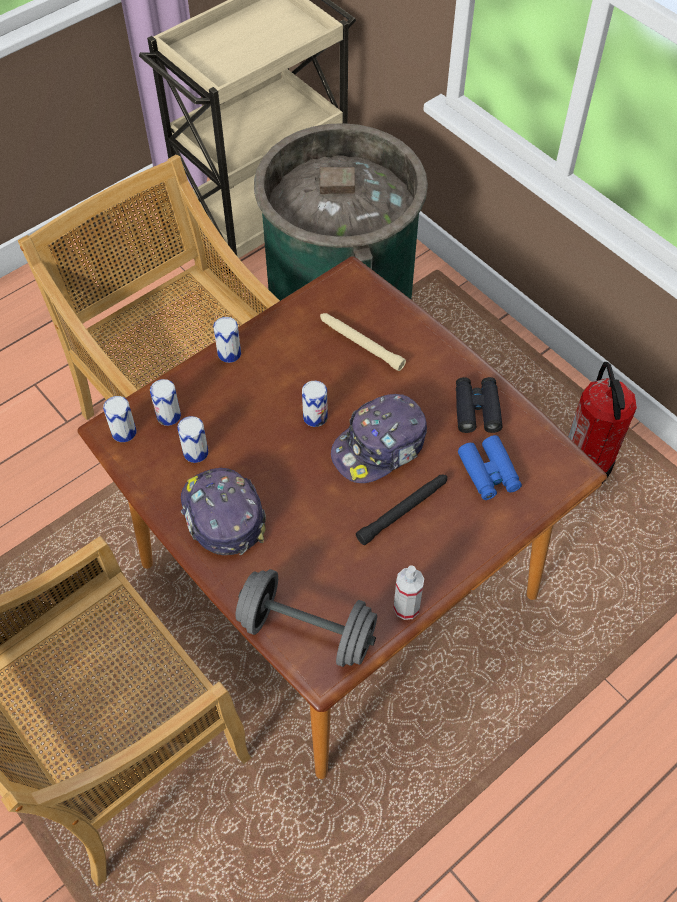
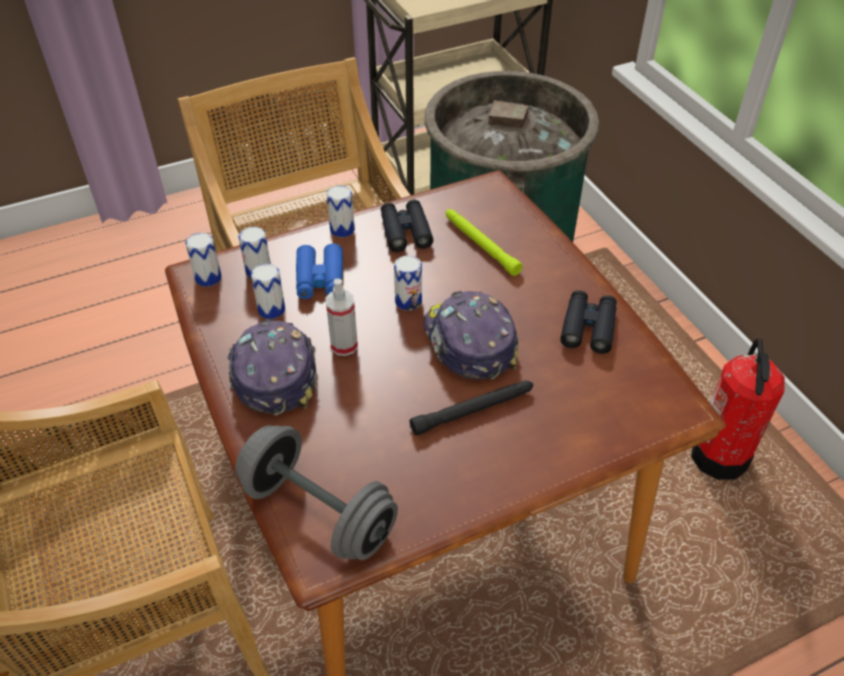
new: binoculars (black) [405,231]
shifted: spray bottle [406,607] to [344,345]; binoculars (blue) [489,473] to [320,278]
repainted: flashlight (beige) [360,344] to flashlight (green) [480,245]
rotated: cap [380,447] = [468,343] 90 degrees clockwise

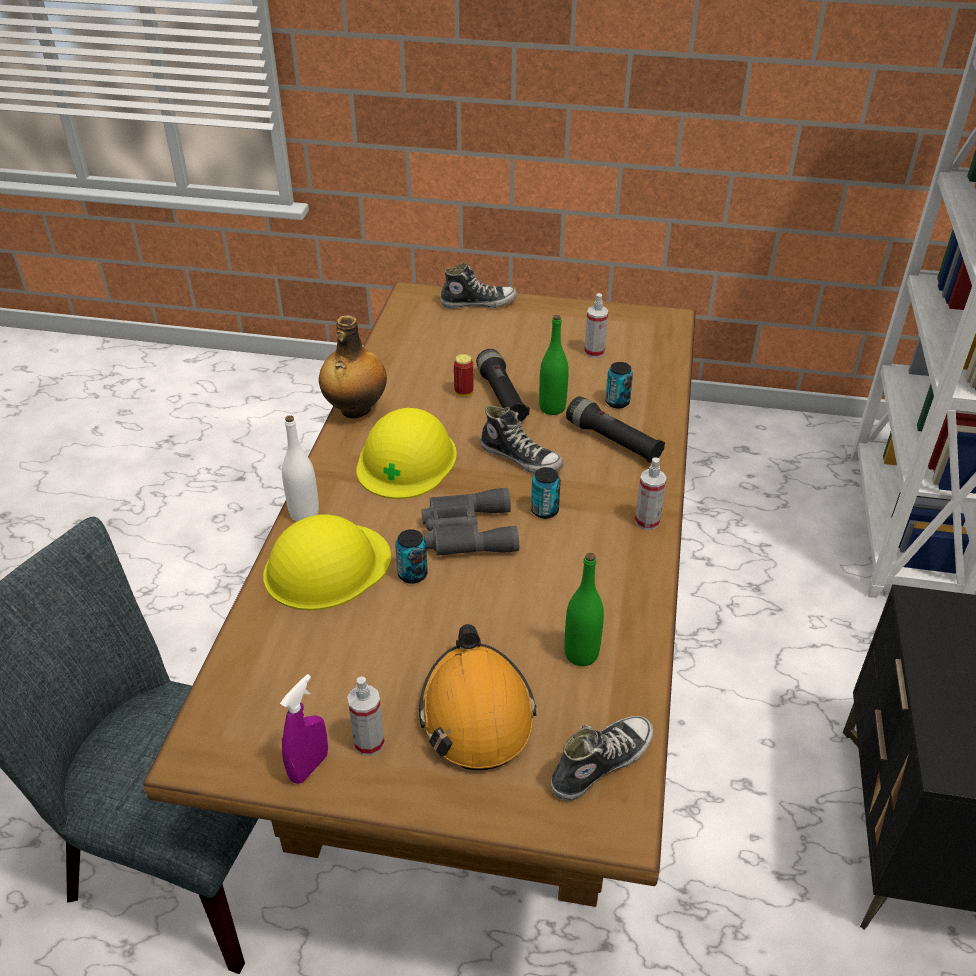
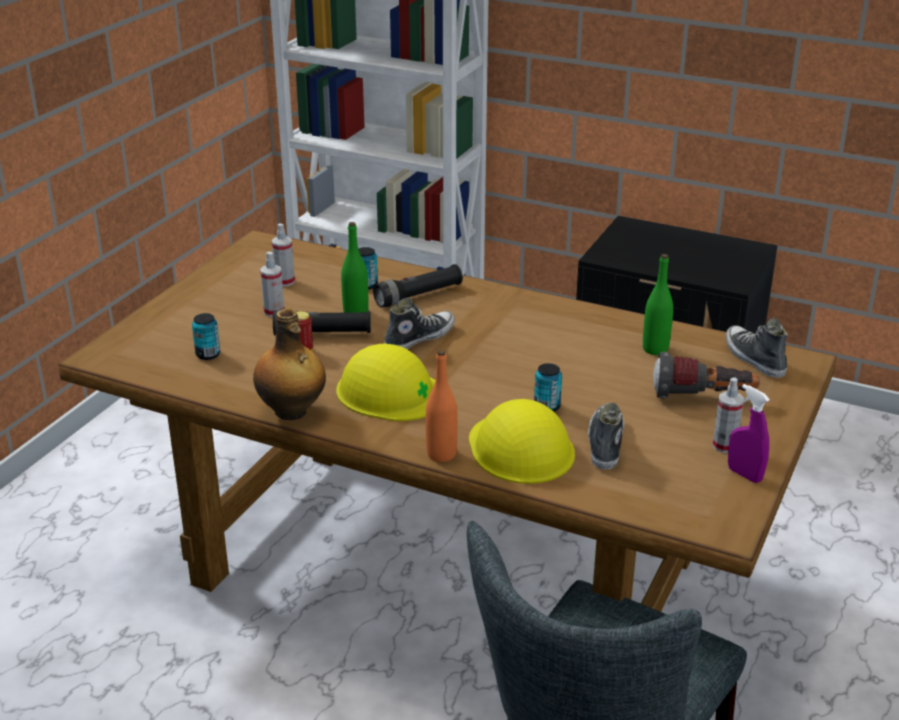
gone: binoculars (grey) [466,531]
shifted: shoe [478,303] to [605,443]; can [544,510] to [208,354]; spray bottle [647,521] to [274,312]
swapped: hard hat (orange) [476,713] to flashlight [703,398]
repainted: bottle (white) [304,513] to bottle (orange) [441,454]

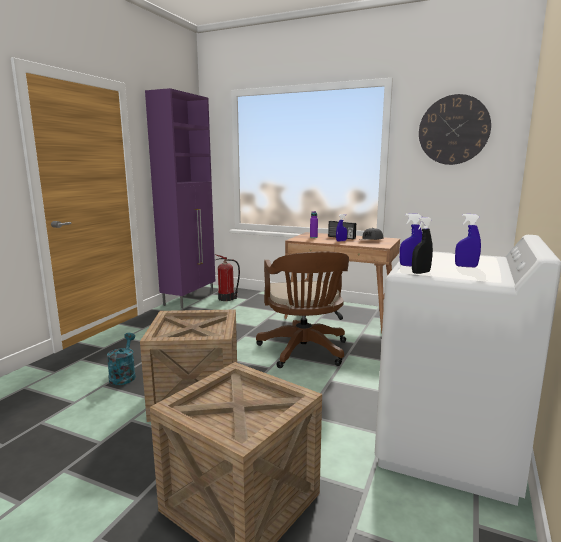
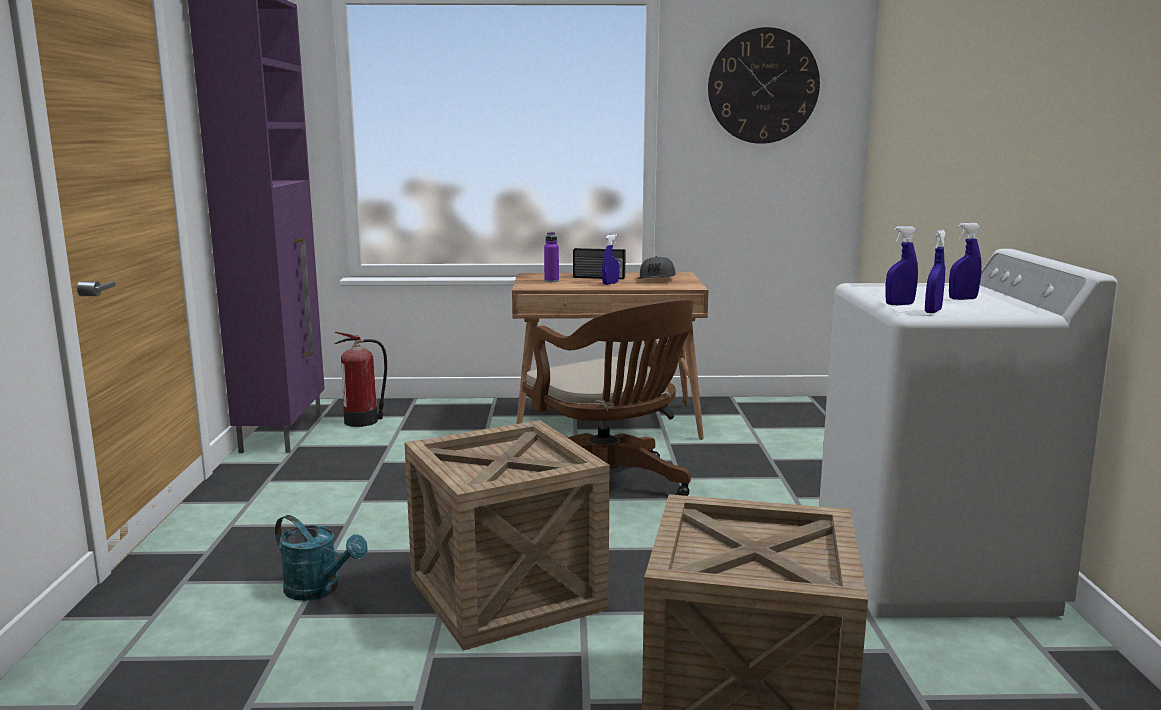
repainted: spray bottle (black) [420,272] to spray bottle (blue) [933,311]
rotated: watering can (turquoise) [123,375] = [319,590] 150 degrees clockwise

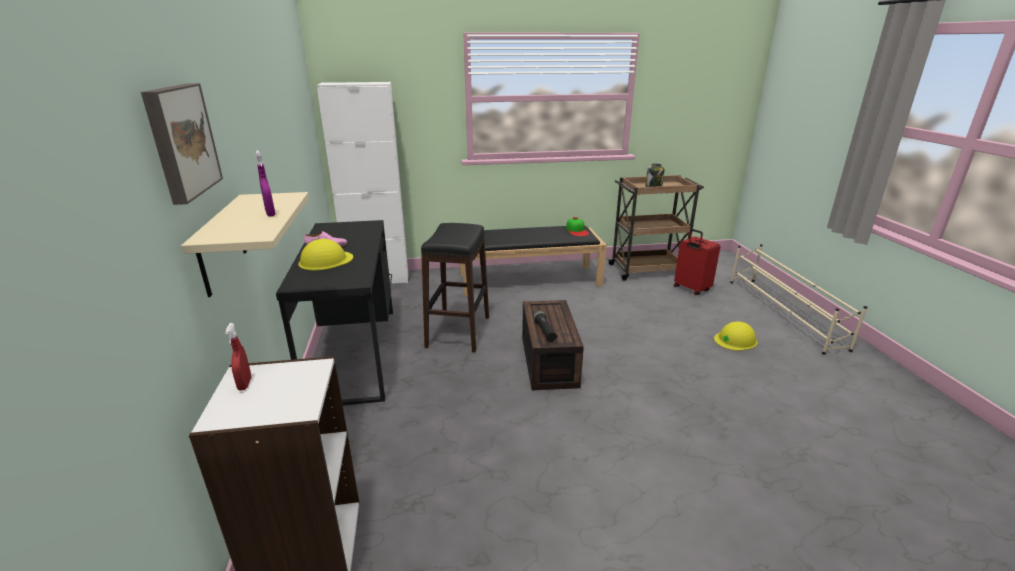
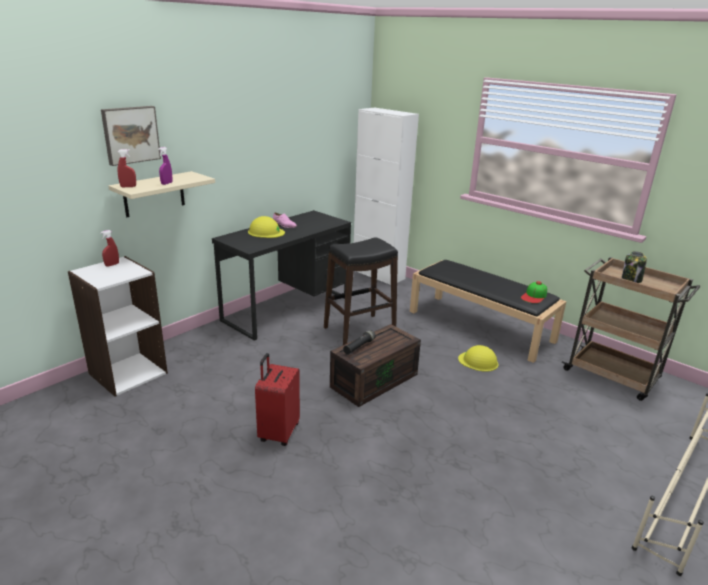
new: spray bottle (red) [128,187]
shifted: suitcase (red) [691,289] to [278,433]; hard hat (yellow) [735,340] to [478,361]

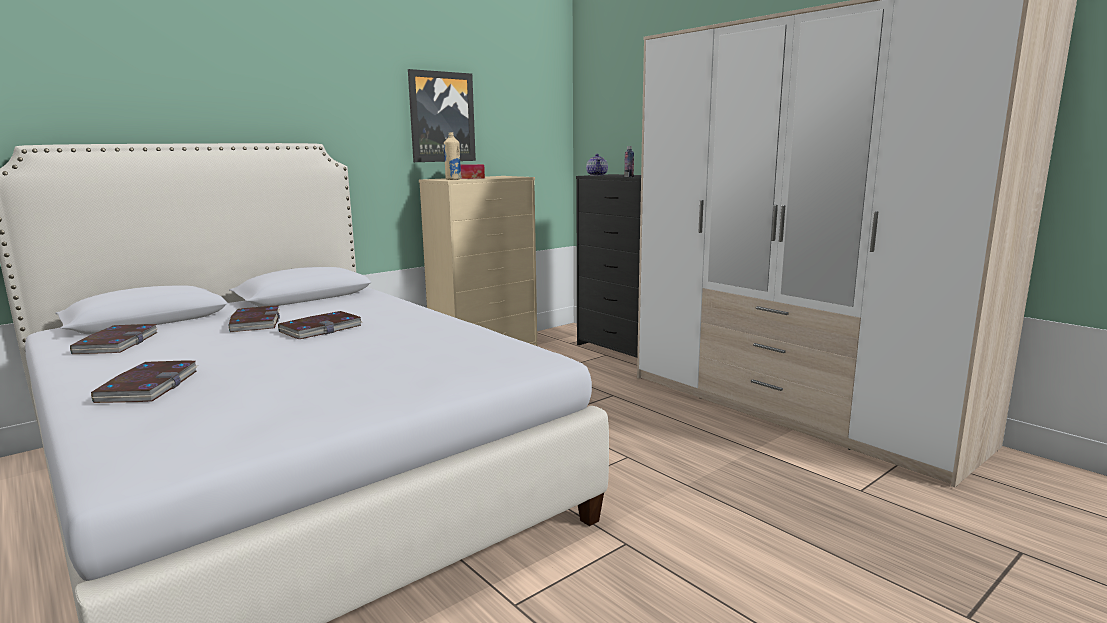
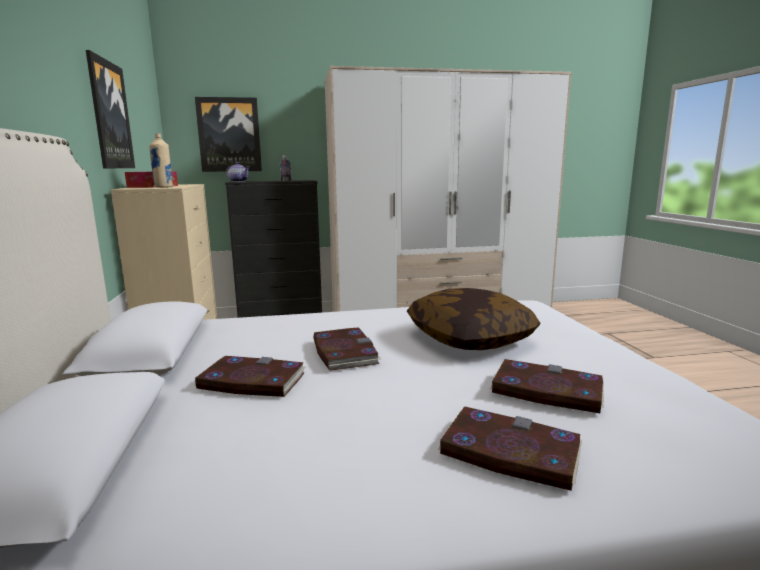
new: picture [229,135]; pillow [469,338]
shifted: book [116,343] to [546,390]

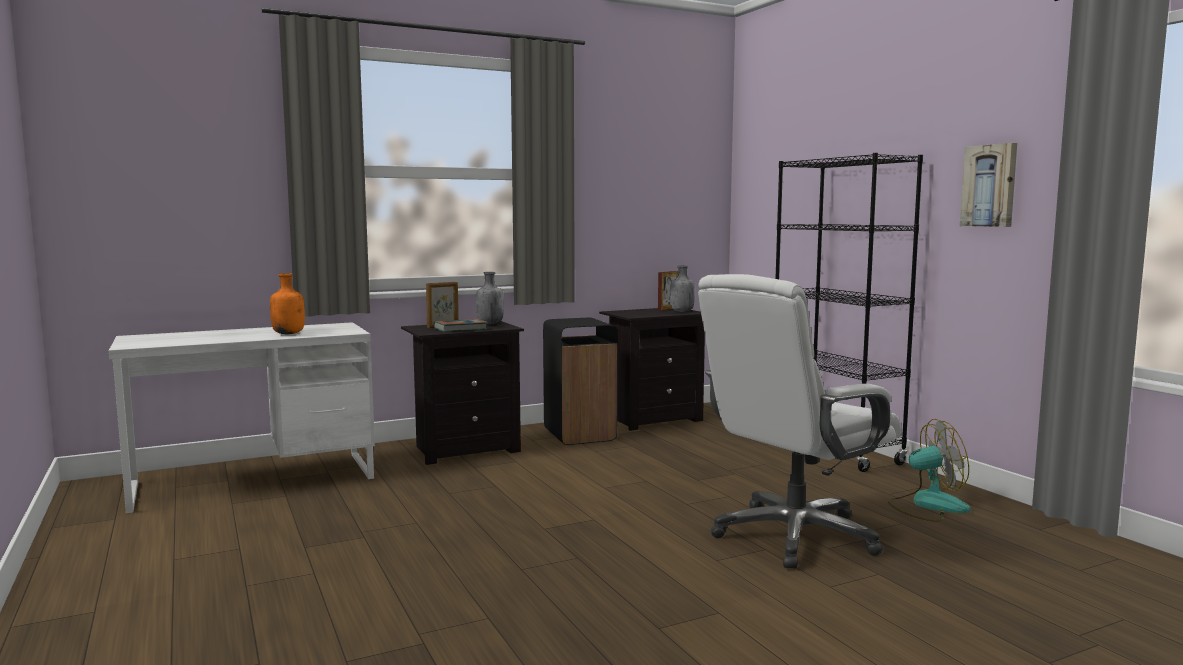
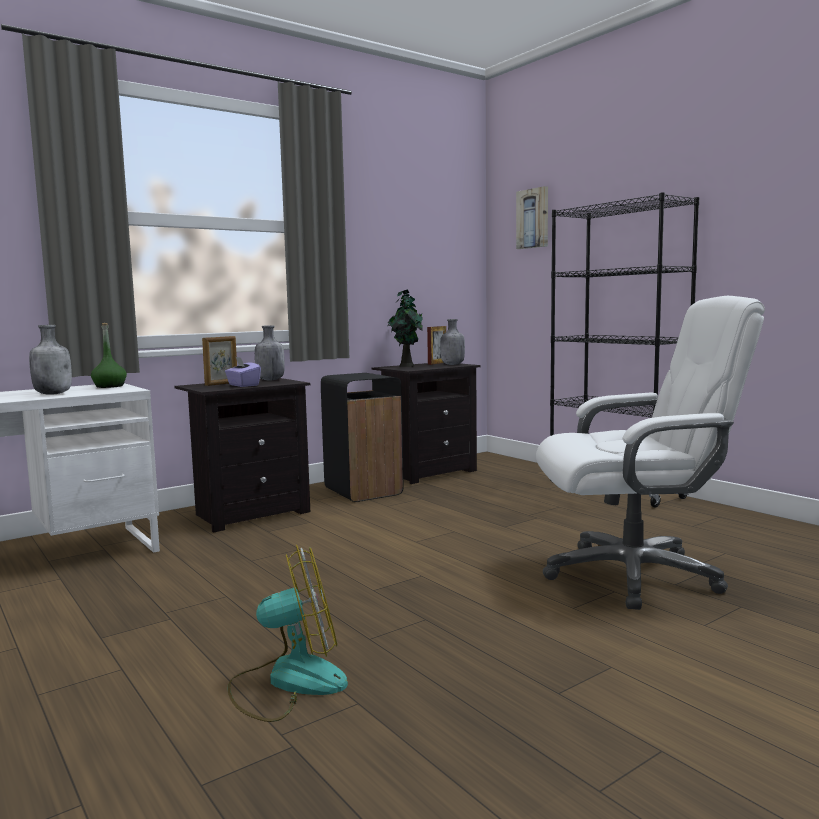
new: bottle (green) [110,386]; potted plant [406,366]
shifted: fan [927,505] to [288,682]; picture [990,186] to [533,218]
swapped: book [460,329] to tissue box (purple) [243,385]
repainted: bottle (orange) [289,333] to bottle (grey) [54,394]
rotated: office chair (white) [794,536] = [633,575] 135 degrees counterclockwise

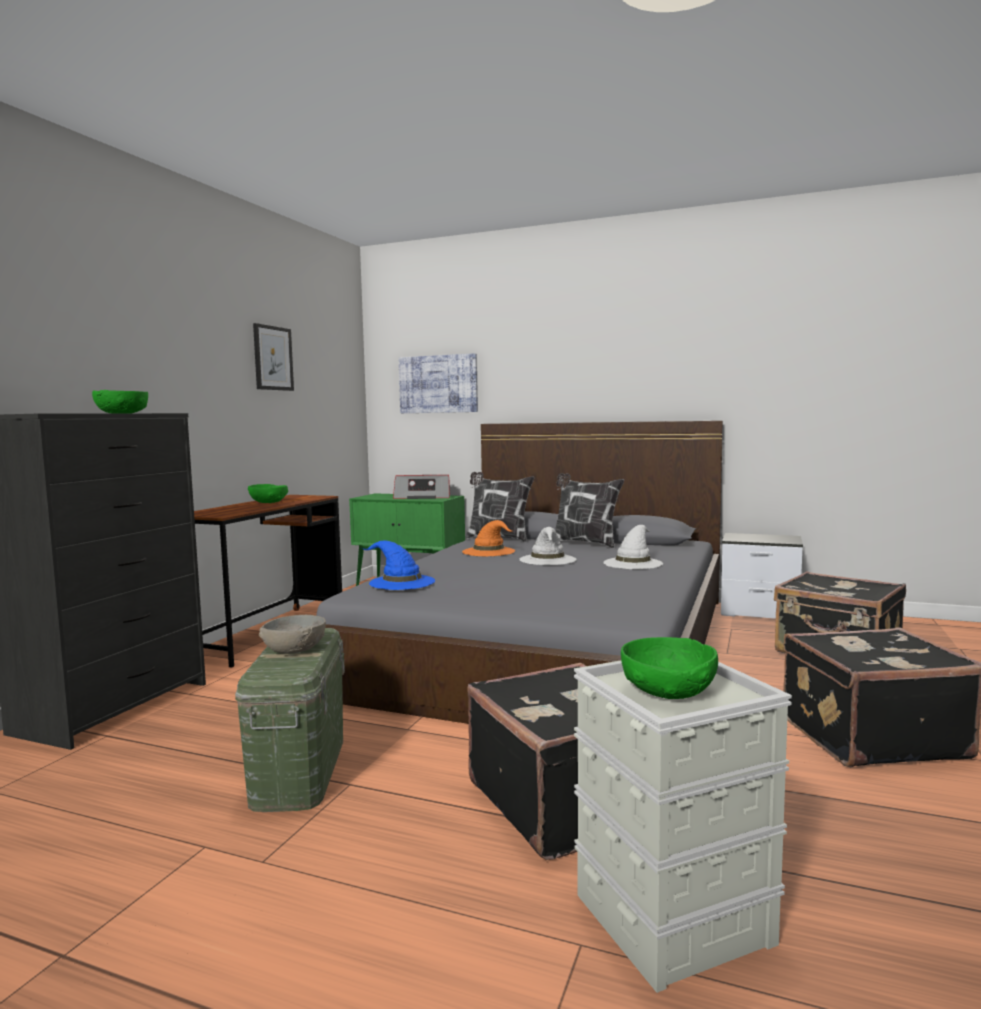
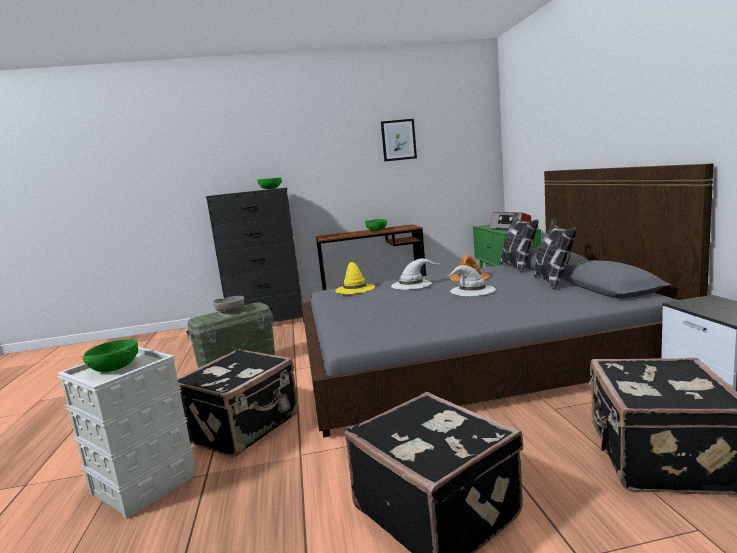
gone: picture [438,384]
shifted: hat (white) [633,563] to [412,284]
repainted: hat (blue) [401,582] to hat (yellow) [354,288]

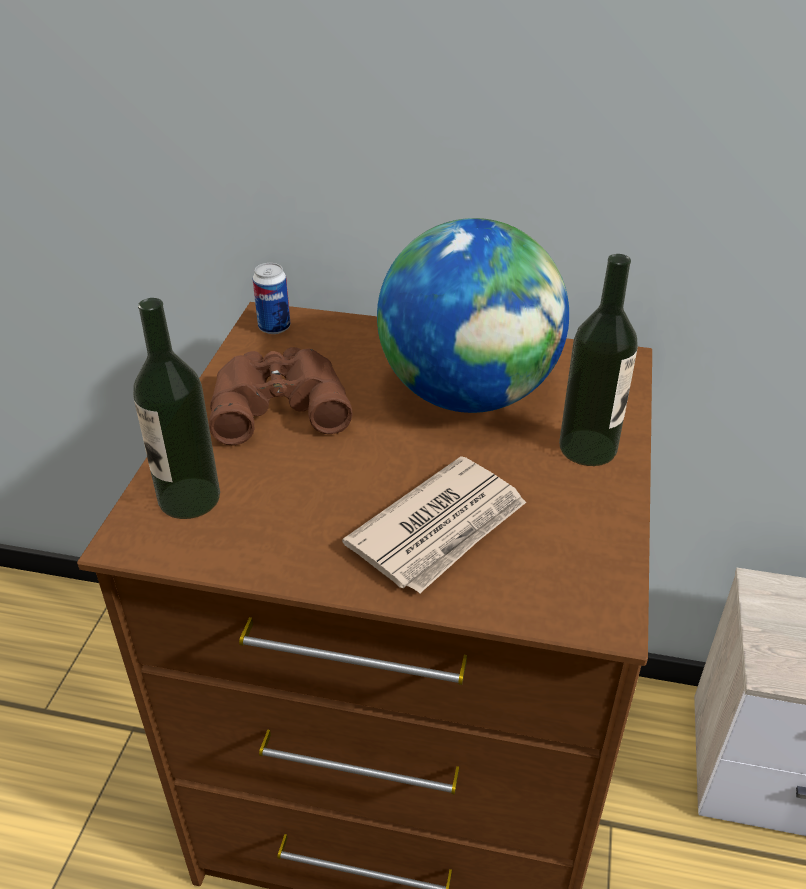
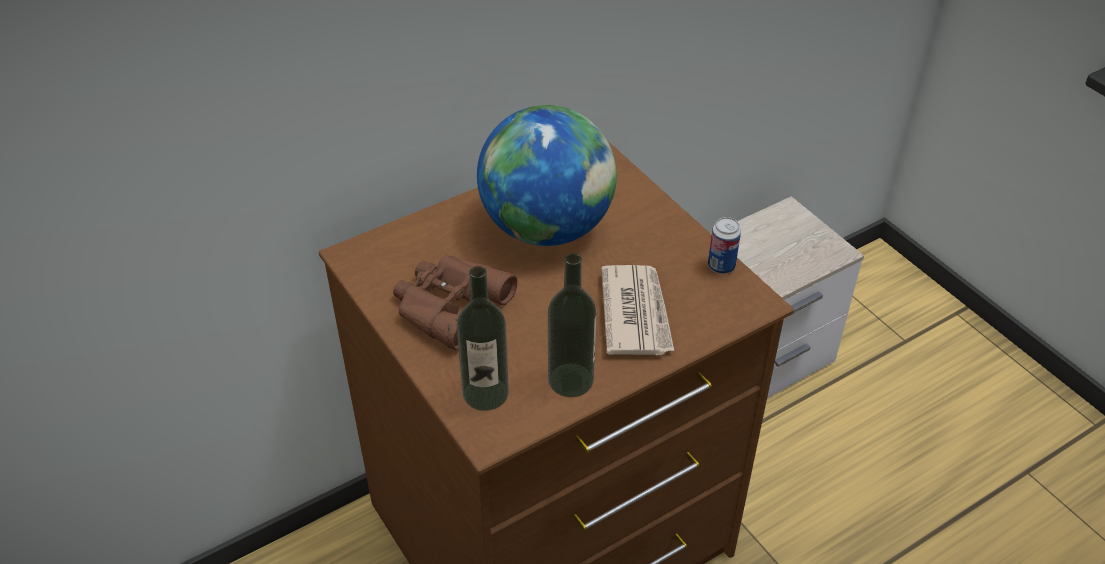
shifted: can [274,327] to [721,266]; bottle [588,448] to [571,380]

